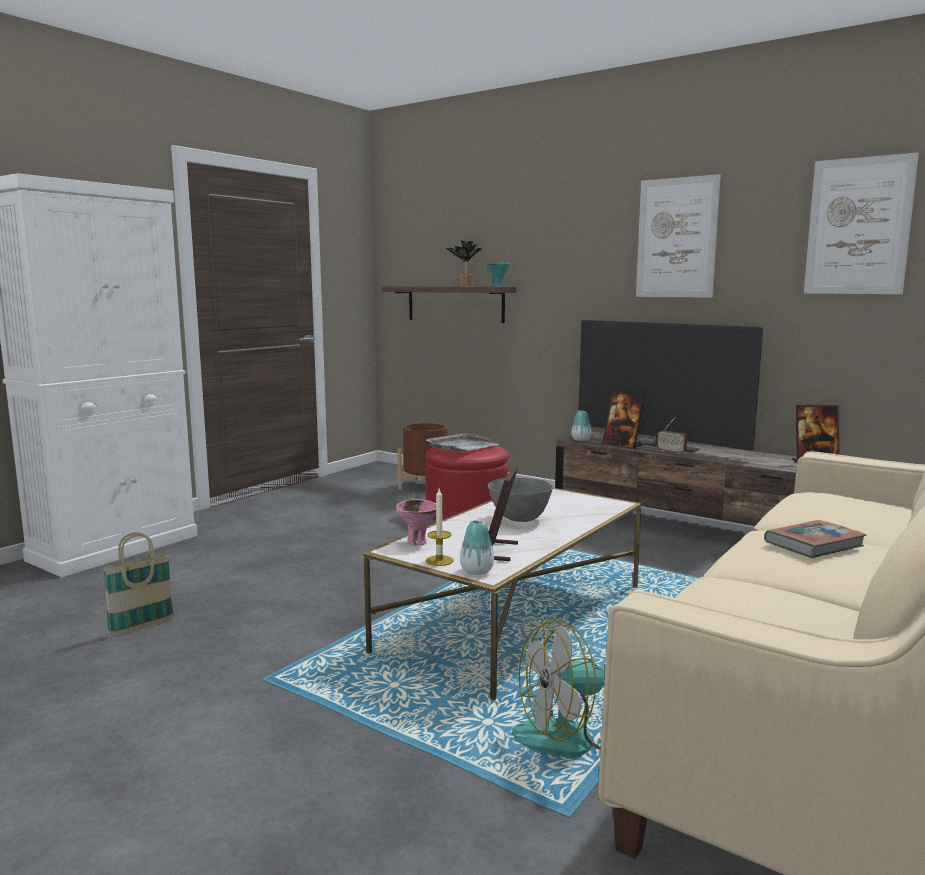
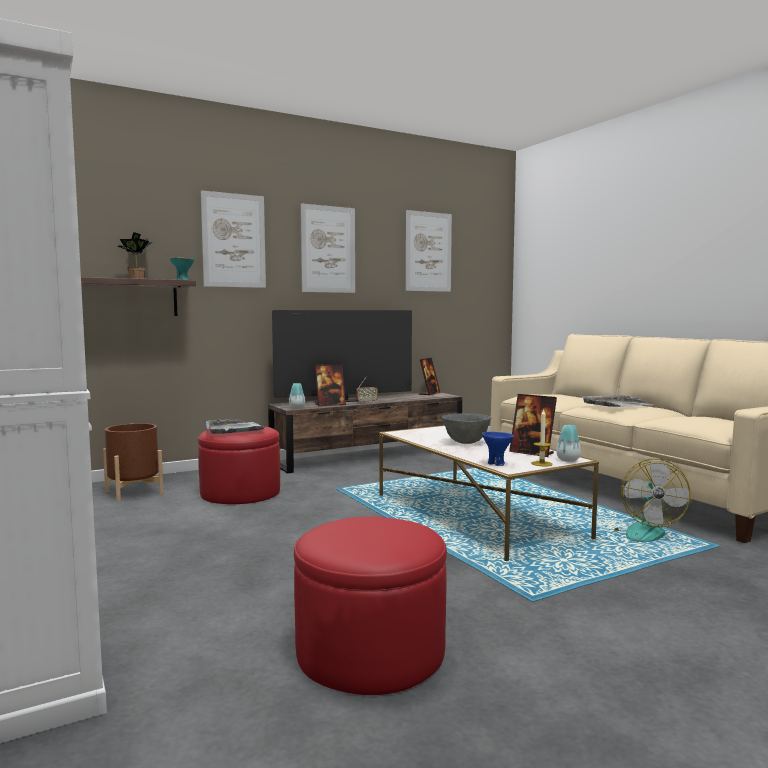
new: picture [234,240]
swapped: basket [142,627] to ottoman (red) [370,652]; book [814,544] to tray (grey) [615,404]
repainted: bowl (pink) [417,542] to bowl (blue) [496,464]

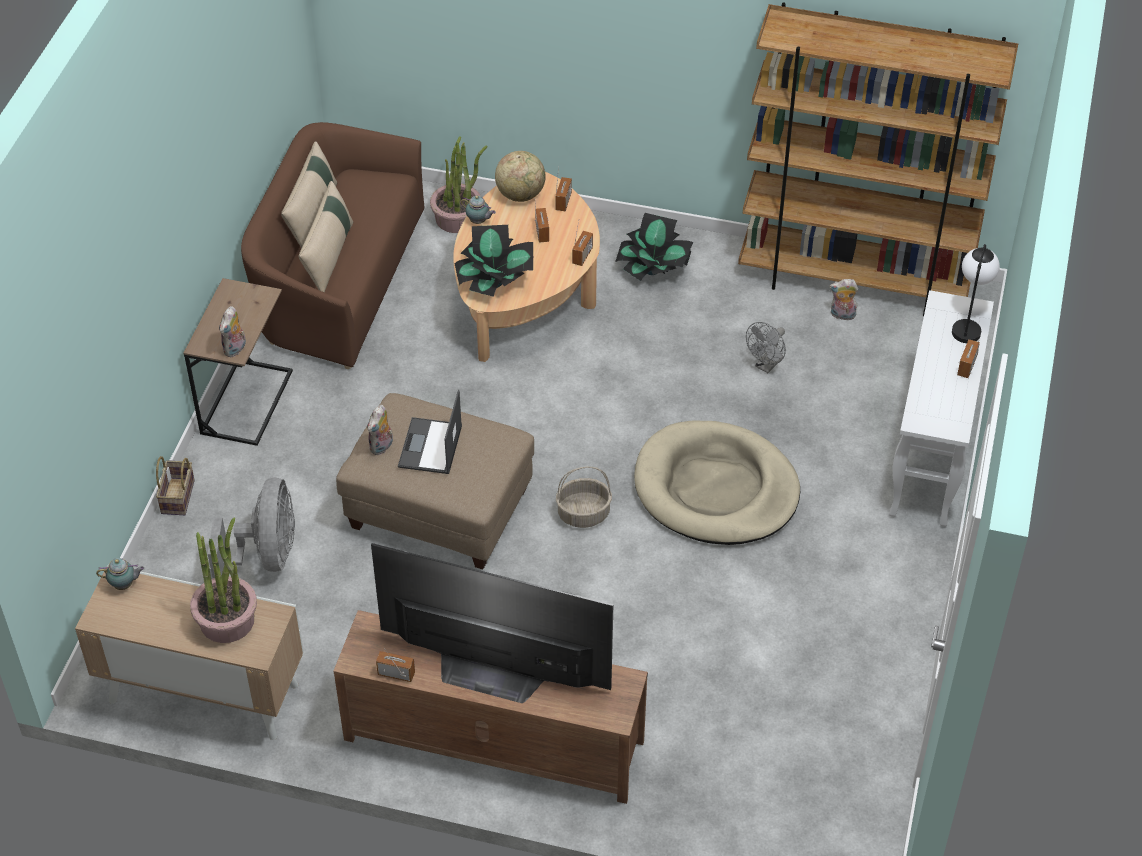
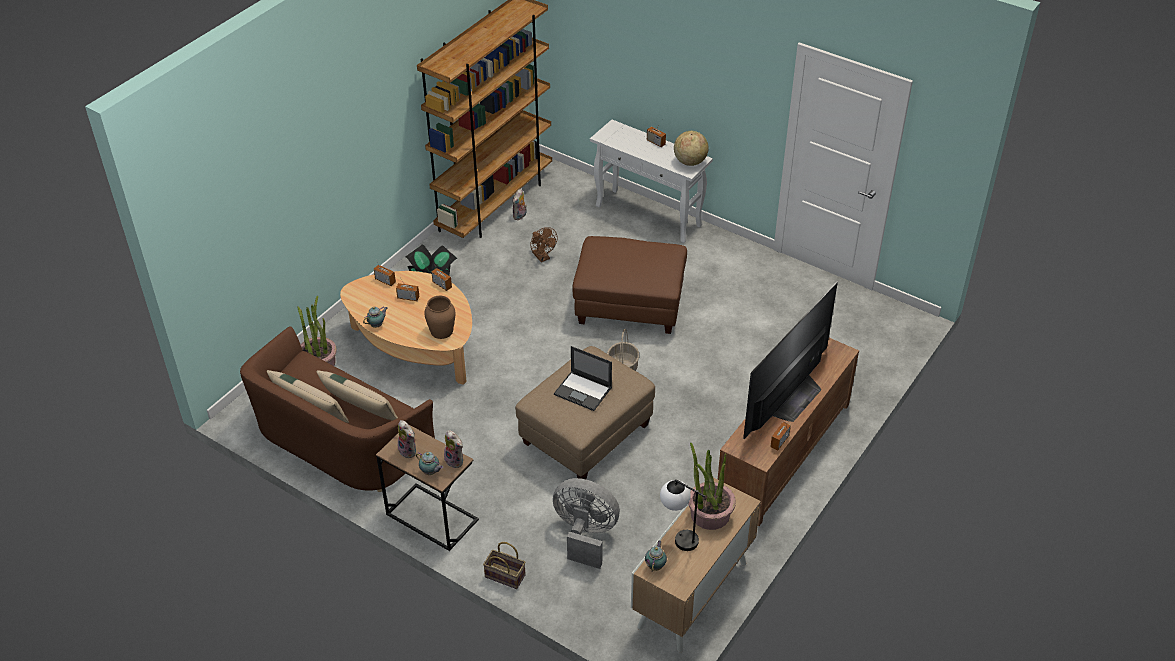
new: teapot [430,472]
shifted: plush toy [382,447] to [409,451]; globe [521,194] to [690,162]; table lamp [968,324] to [678,537]
swapped: potted plant [495,283] to vase (brown) [442,331]; dog bed (beige) [716,489] to ottoman (brown) [630,305]
repainted: fan (grey) [766,365] to fan (brown) [543,257]

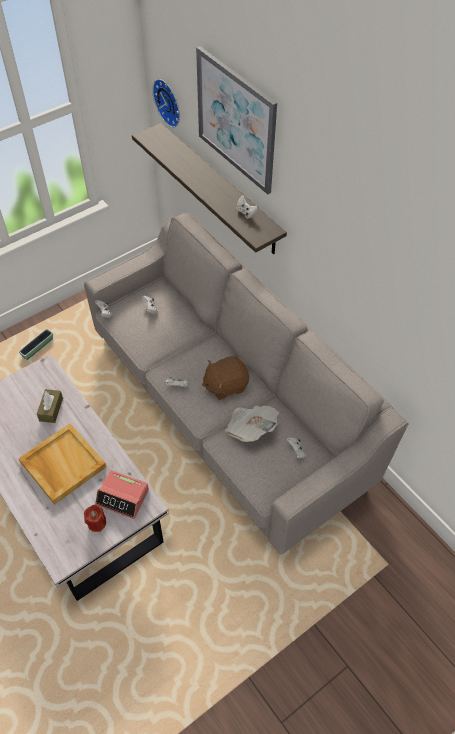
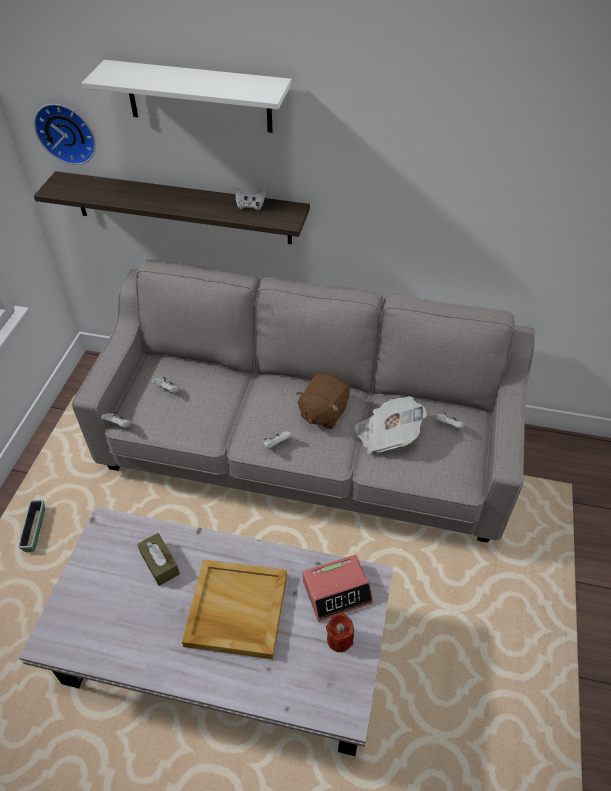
swapped: picture [236,120] to shelf (white) [199,97]

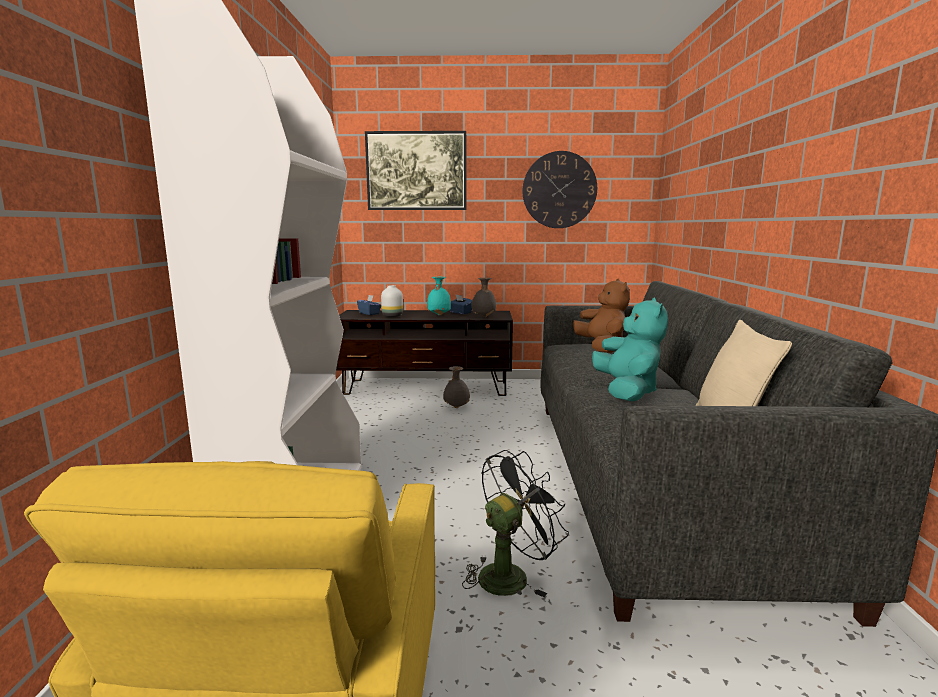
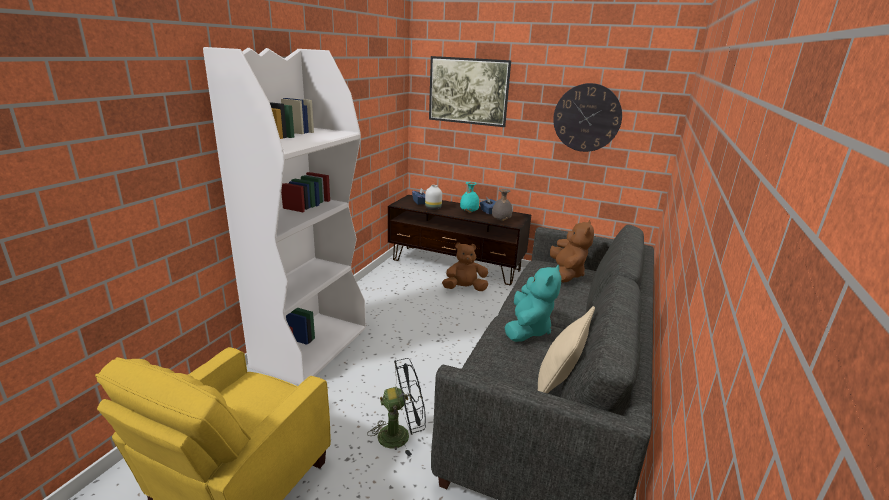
swapped: vase (grey) [456,407] to plush toy (brown) [464,289]

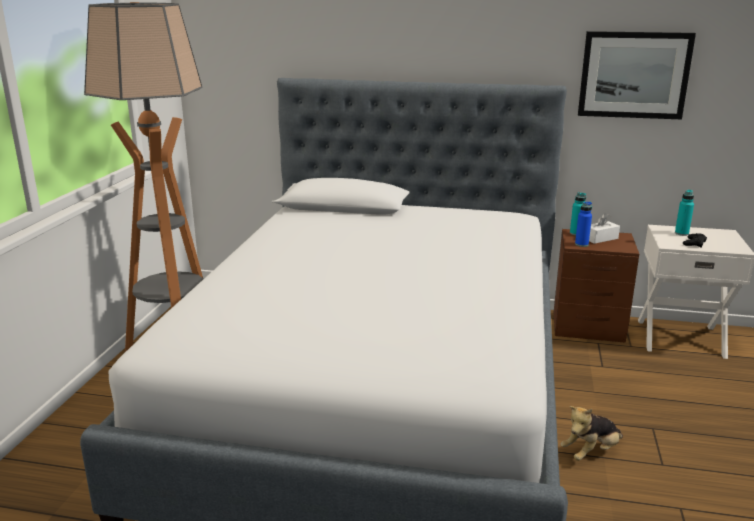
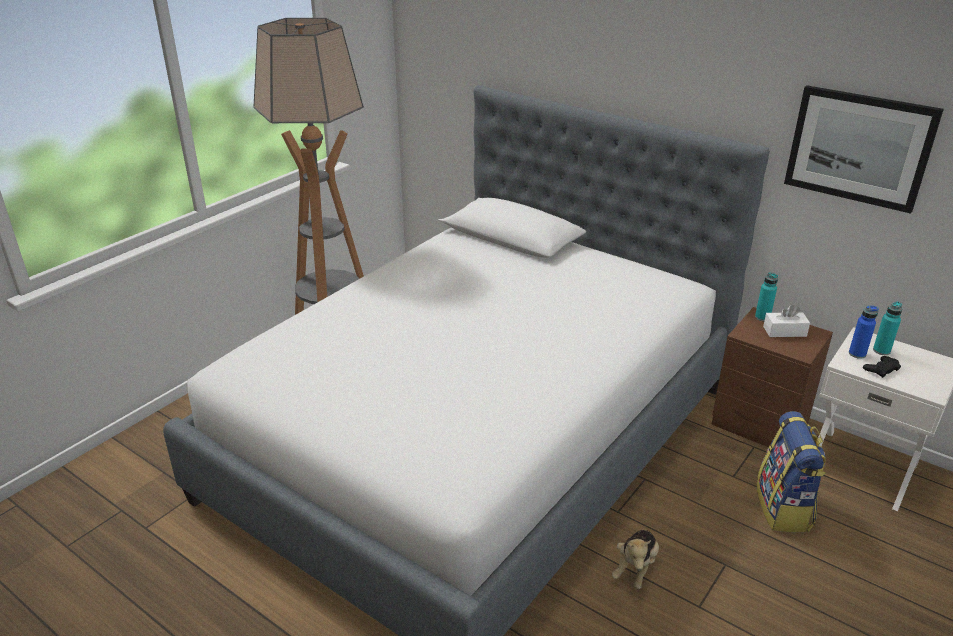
new: backpack [784,508]
shifted: bottle (blue) [581,244] to [857,354]
rotated: plush toy [591,452] = [635,568] 60 degrees counterclockwise

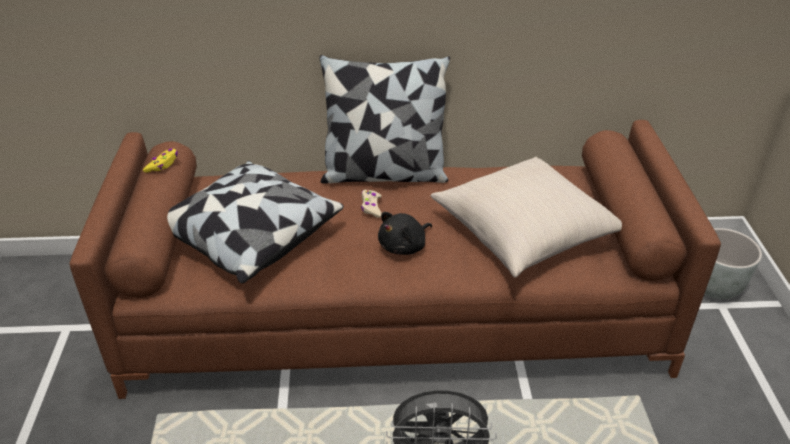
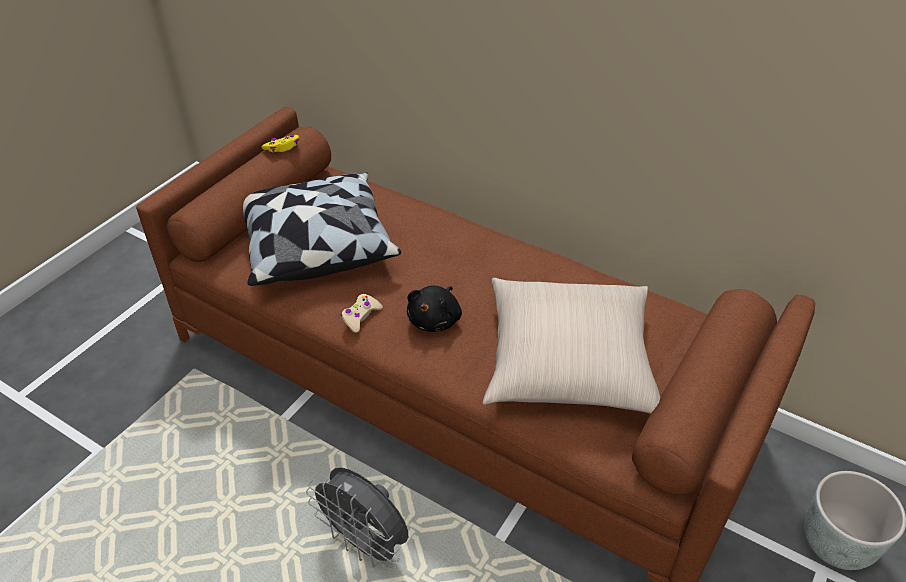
gone: pillow [384,173]
shifted: game controller (beige) [371,207] to [360,316]
rotated: plush toy (black) [404,246] = [435,320] 60 degrees counterclockwise

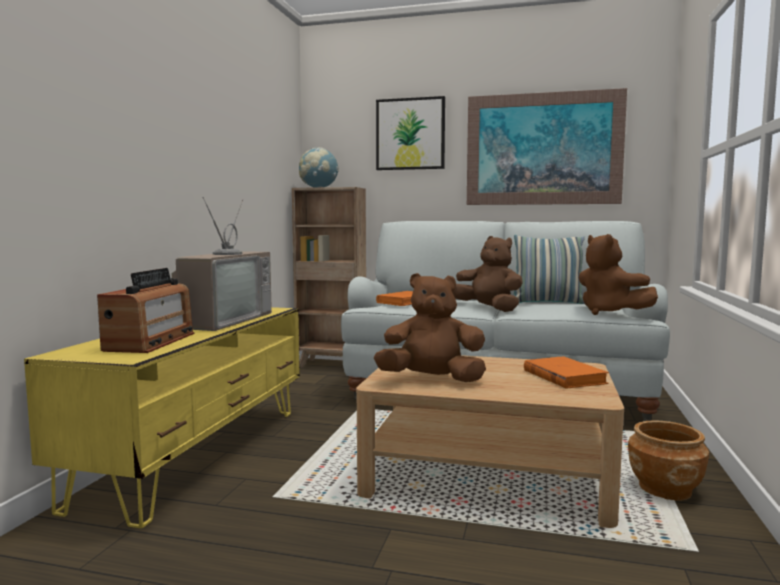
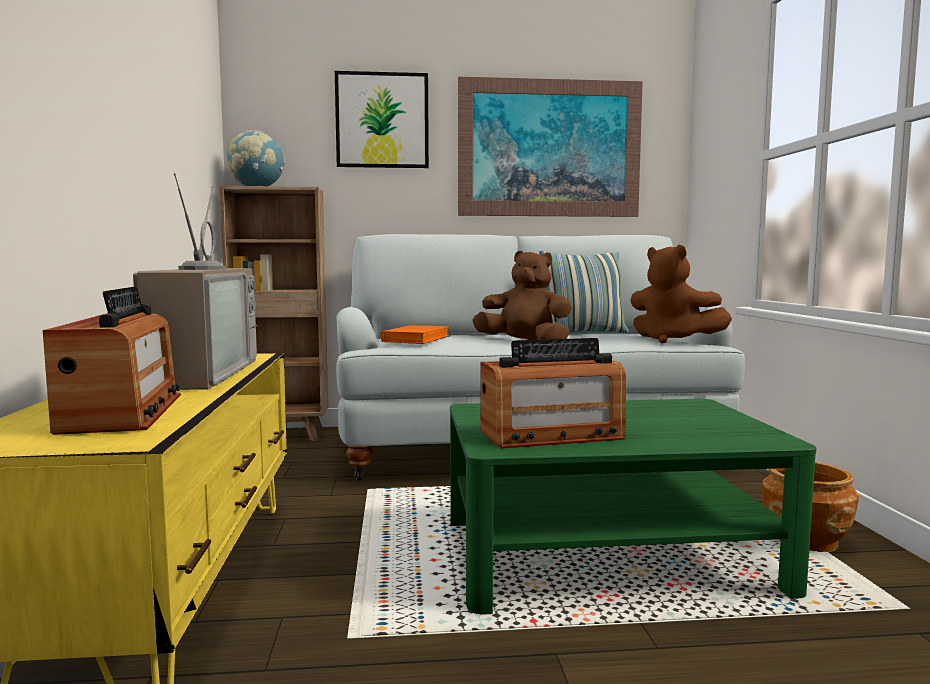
gone: book (orange) [564,377]
swapped: plush toy (brown) [432,380] to radio [552,435]
repainted: coffee table (beige) [488,474] to coffee table (green) [607,554]

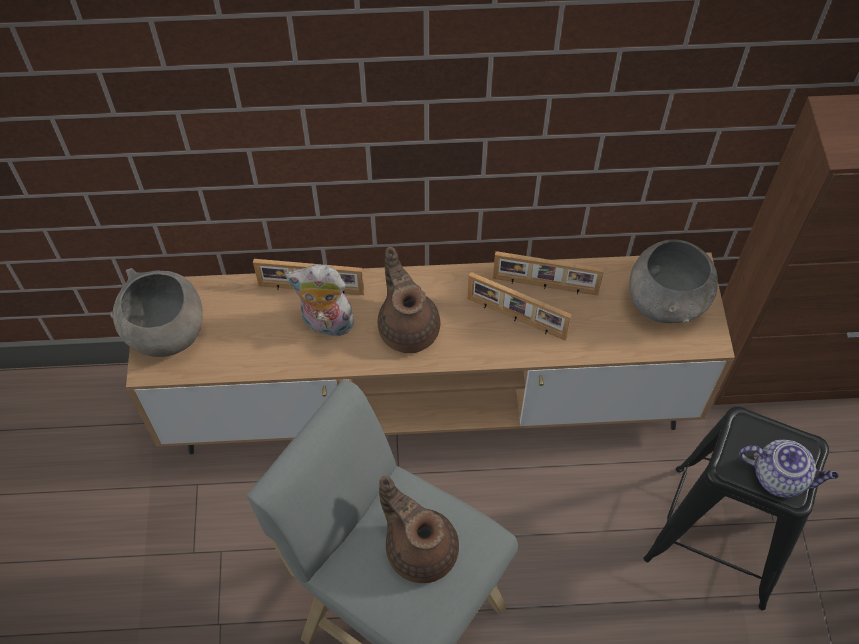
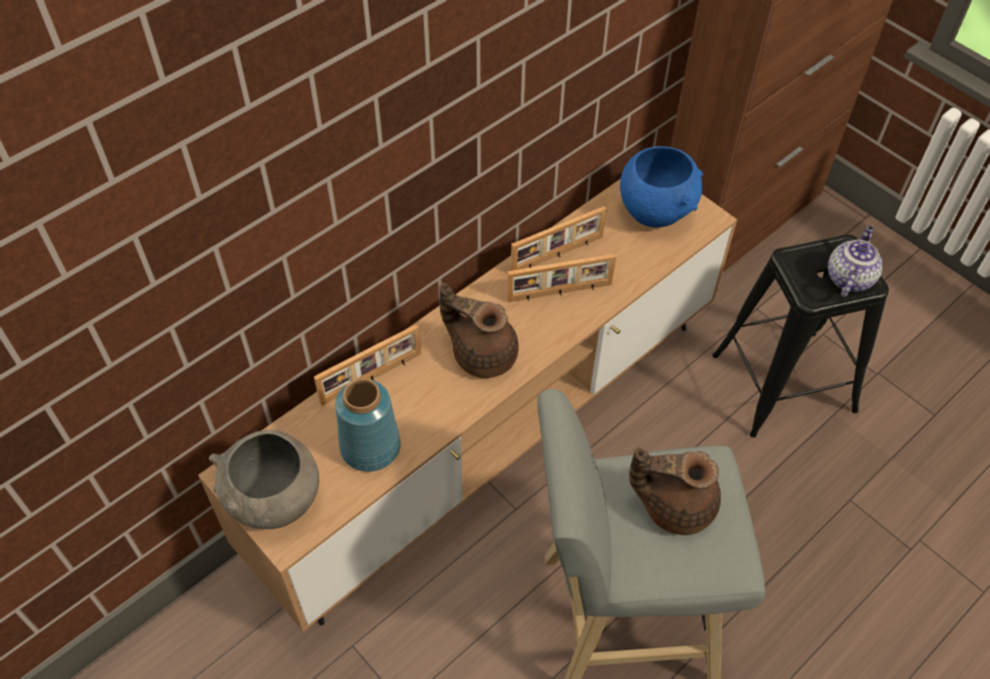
gone: plush toy [325,324]
new: vase (blue) [370,446]
repainted: bowl (grey) [666,303] to bowl (blue) [655,211]
rotated: teapot [780,477] = [849,277] 45 degrees counterclockwise

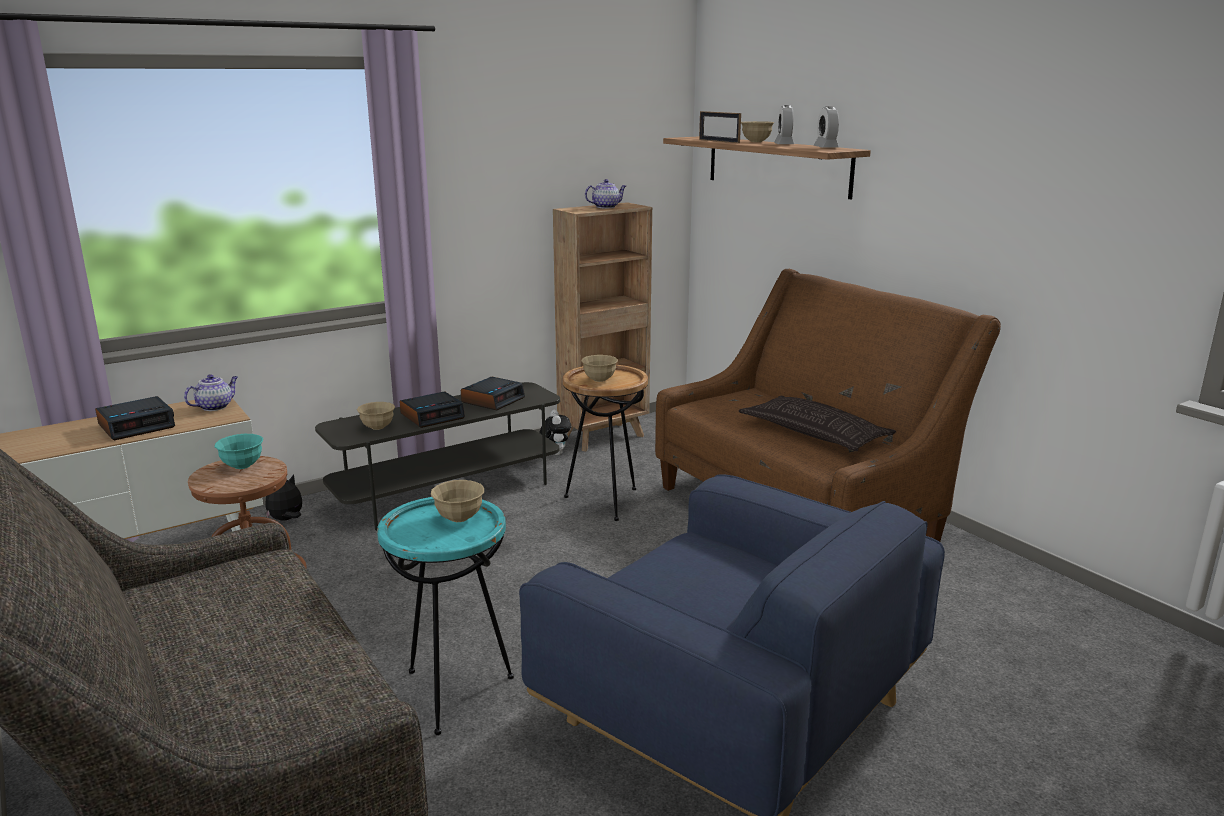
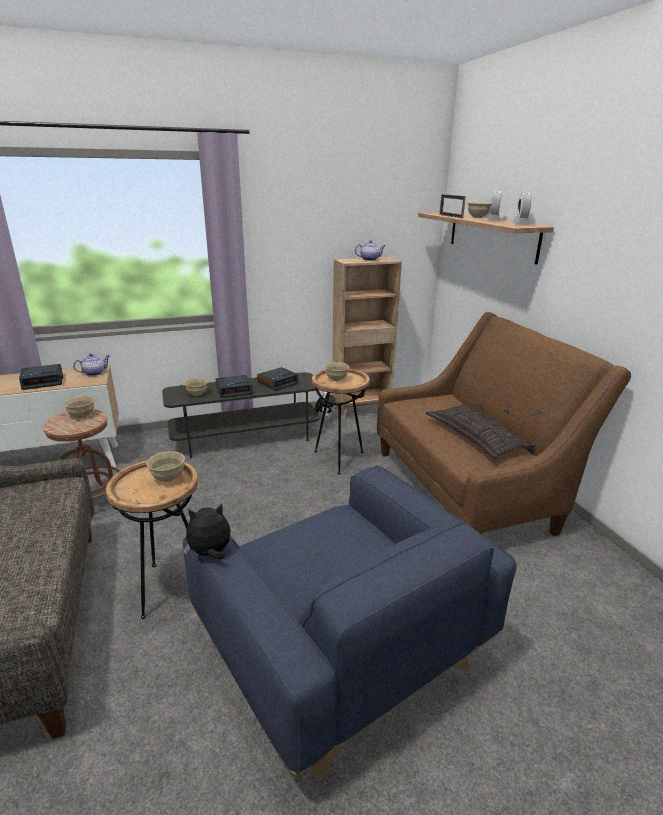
shifted: plush toy [286,520] to [210,553]
repainted: bowl (turquoise) [242,466] to bowl (beige) [82,416]; side table (turquoise) [453,693] to side table (brown) [169,588]

